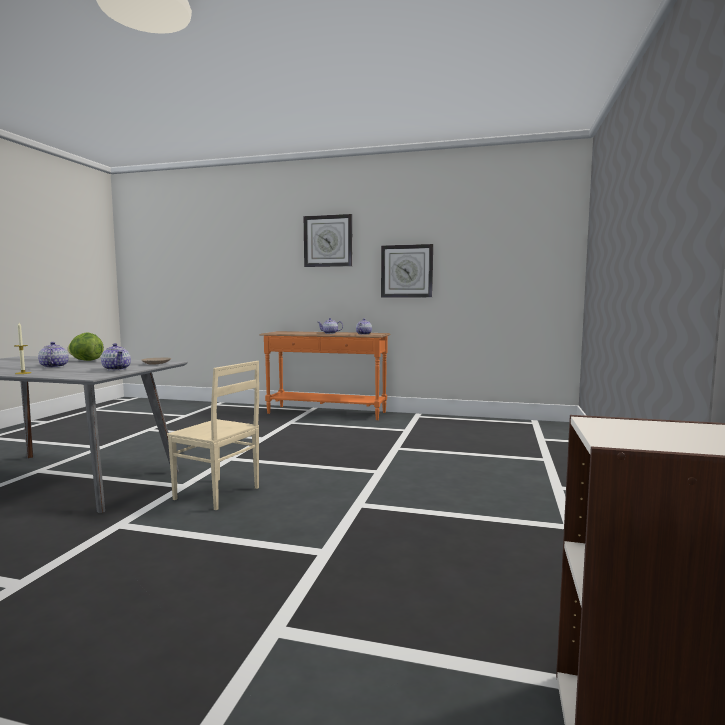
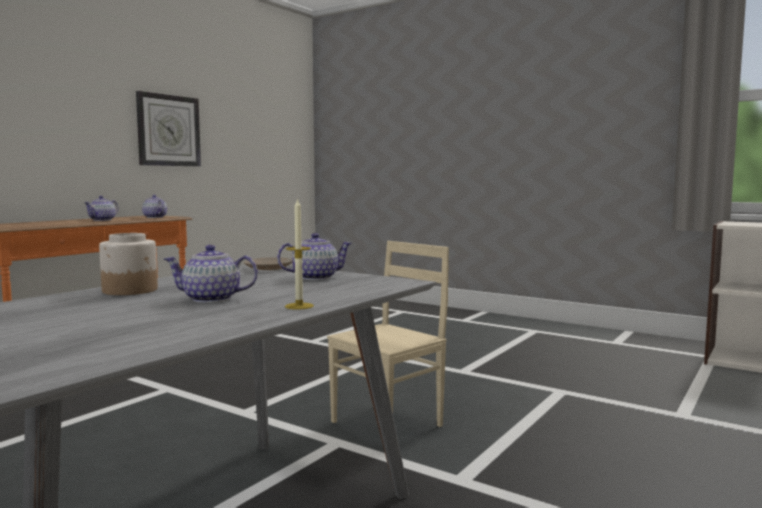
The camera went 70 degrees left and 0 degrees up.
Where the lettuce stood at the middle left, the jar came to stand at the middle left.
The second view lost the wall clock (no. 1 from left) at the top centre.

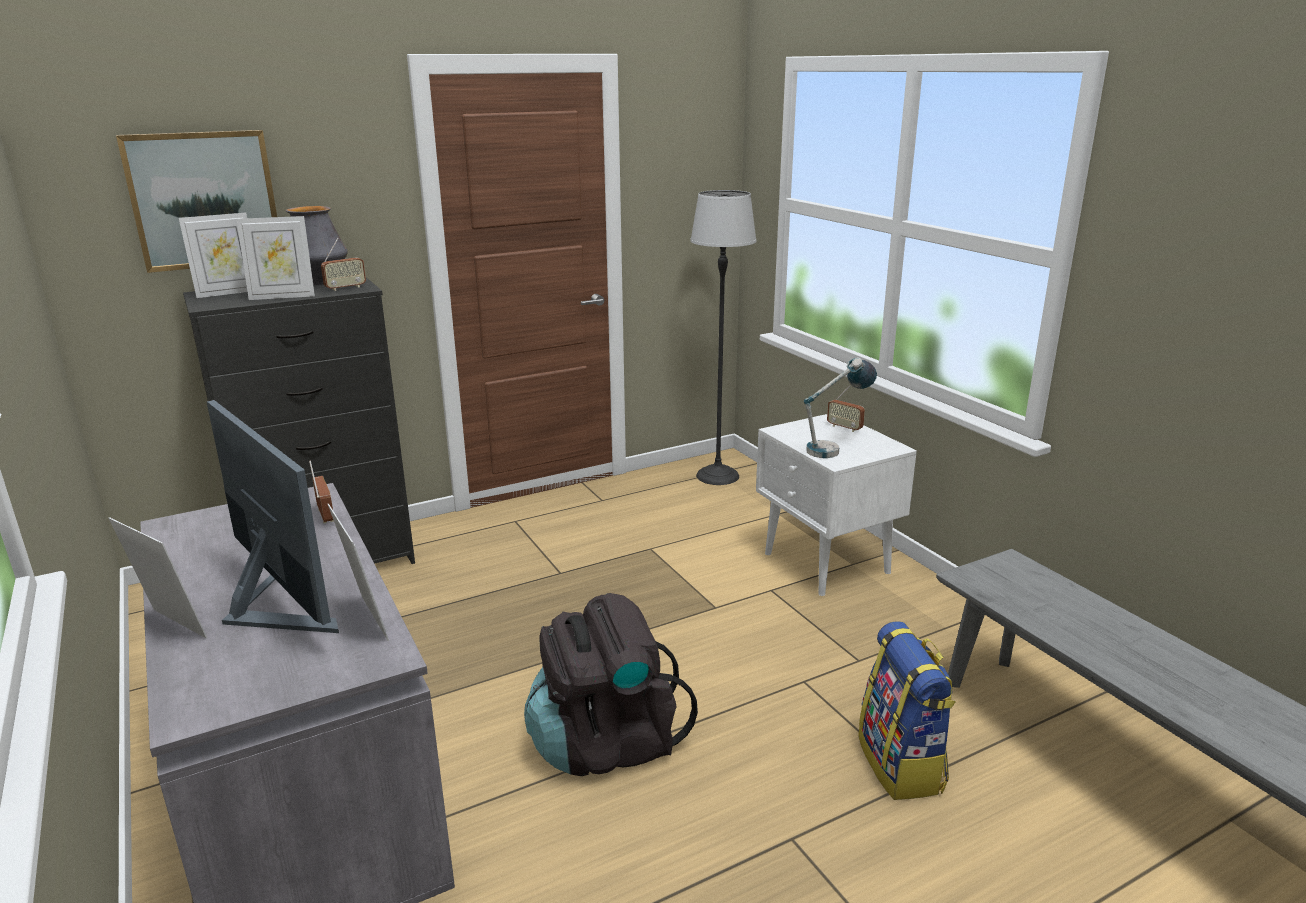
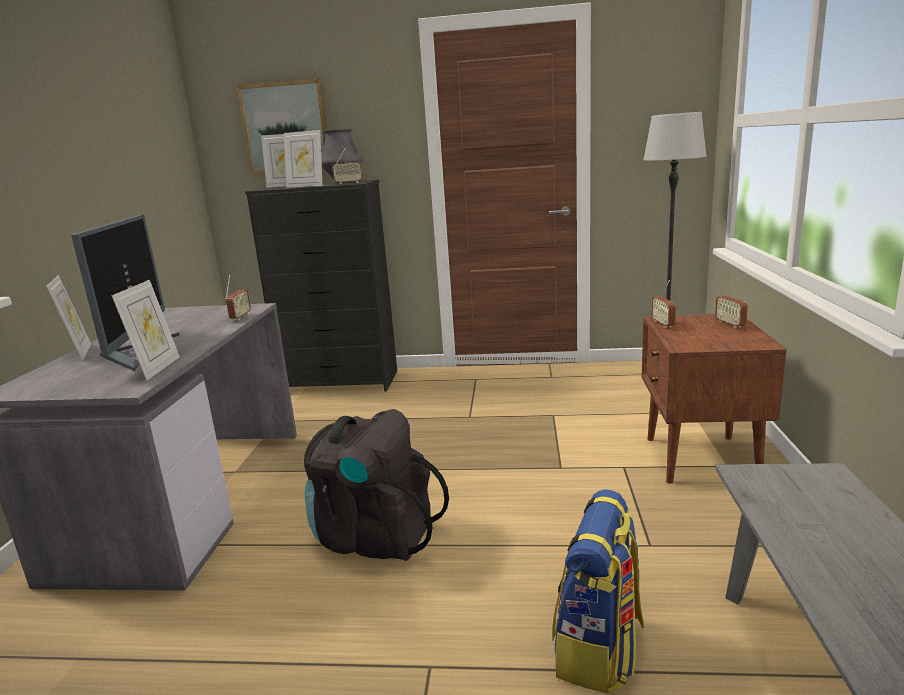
The camera went 35 degrees right and 5 degrees down.
What was the nightstand (white) at the centre turned into the nightstand (brown) at the middle right.
The second view gained the radio (no. 3 from left) at the middle right.
The second view lost the table lamp at the centre.

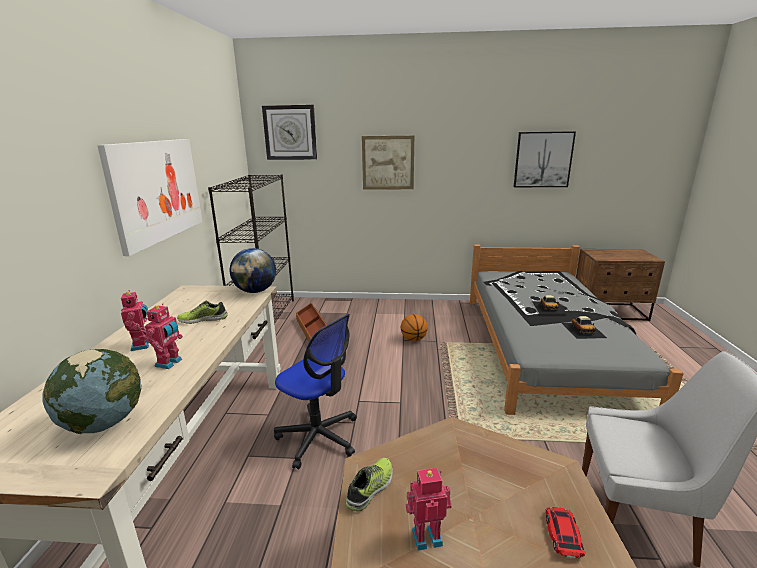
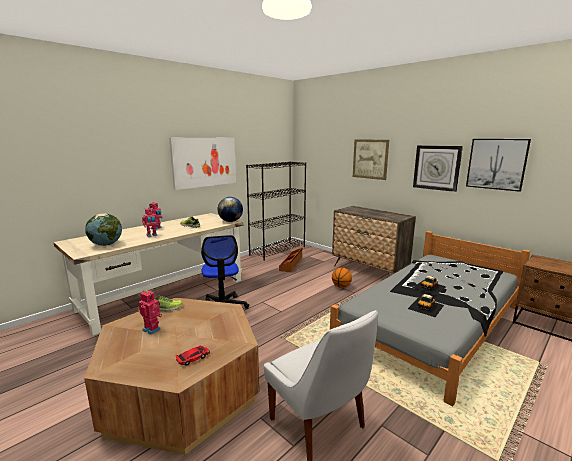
The camera went 40 degrees right and 5 degrees down.
The second view gained the dresser at the centre.
The wall clock ended up elsewhere, having gone from the top centre to the middle right.

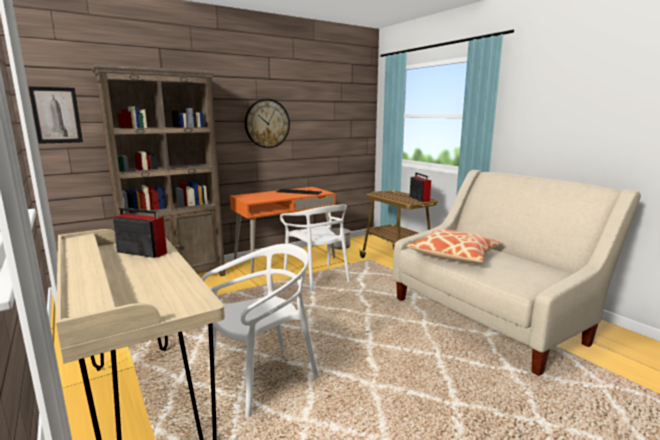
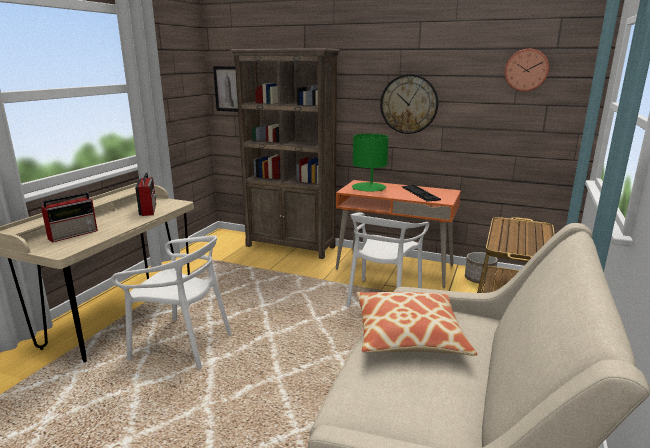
The camera went 55 degrees right and 5 degrees up.
The radio (no. 2 from left in the first image) ended up elsewhere, having gone from the centre to the middle left.
The second view gained the table lamp (green) at the centre.
The second view gained the wall clock (no. 2 from left) at the top right.

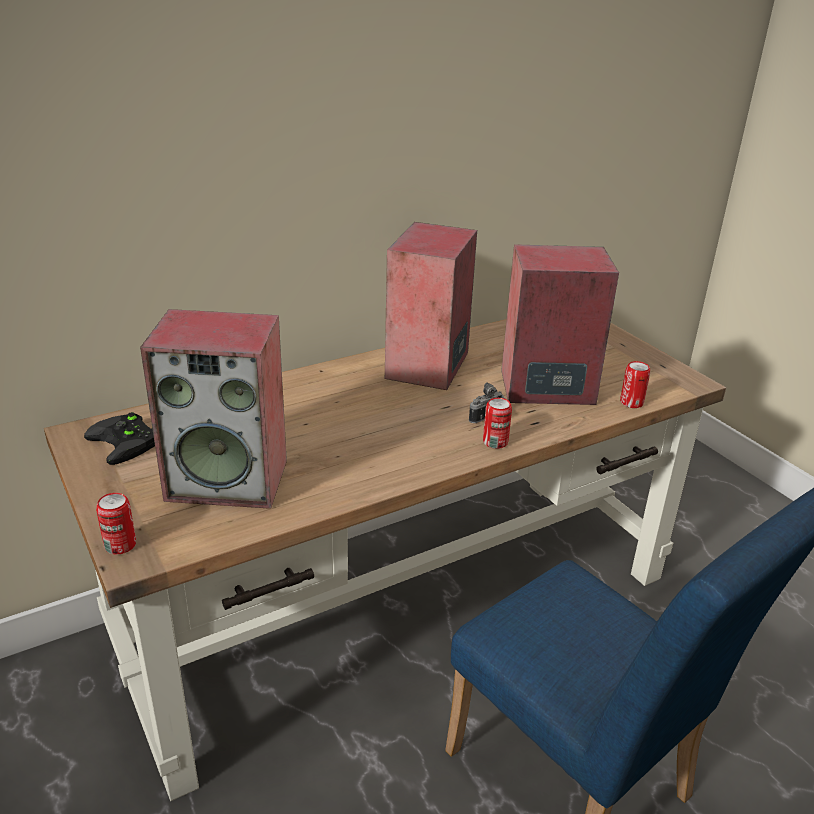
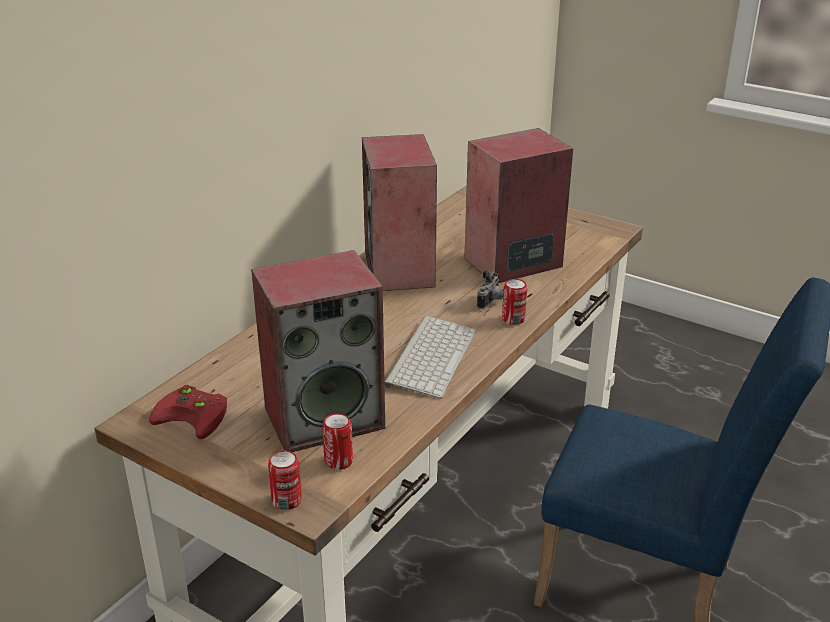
The camera went 25 degrees left and 0 degrees up.
What was the game controller (black) at the middle left turned into the game controller (red) at the middle left.
The can (no. 3 from left in the first image) ended up elsewhere, having gone from the middle right to the bottom centre.
The second view gained the keyboard at the centre.

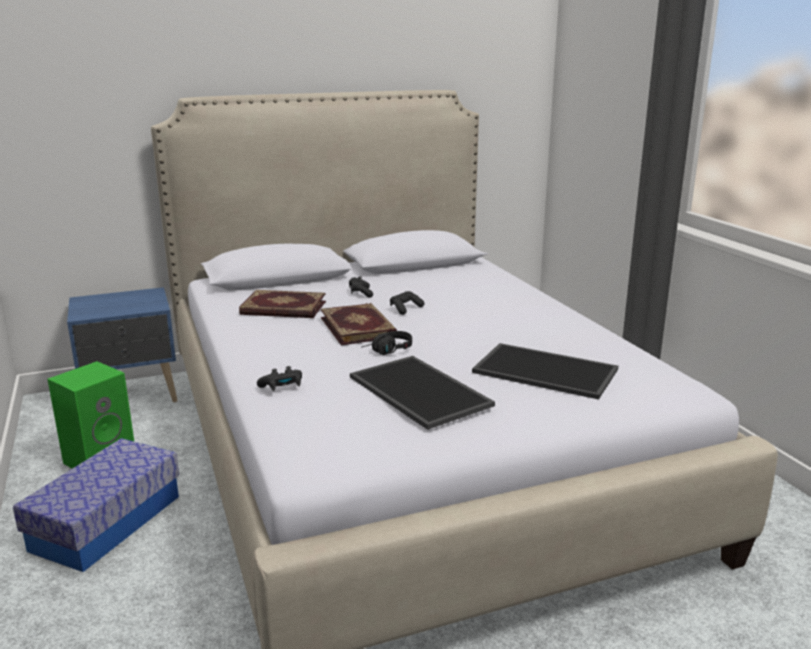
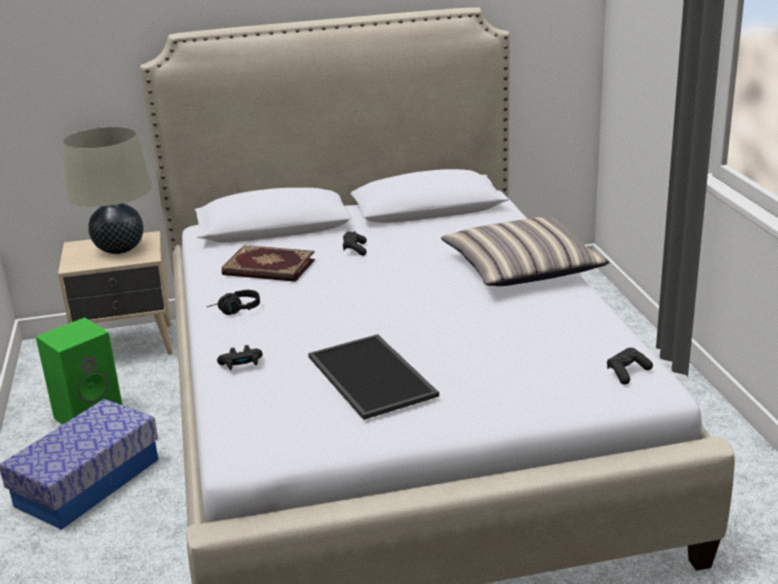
The camera went 10 degrees right and 5 degrees up.
What was the nightstand (blue) at the middle left turned into the nightstand (beige) at the middle left.
The second view gained the table lamp (beige) at the top left.
The headphones (black) ended up elsewhere, having gone from the centre to the middle left.
The second view gained the pillow at the middle right.
The game controller (black) (no. 3 from left) ended up elsewhere, having gone from the centre to the middle right.
The second view lost the book (no. 2 from left) at the centre.
The second view lost the tray (no. 2 from left) at the middle right.

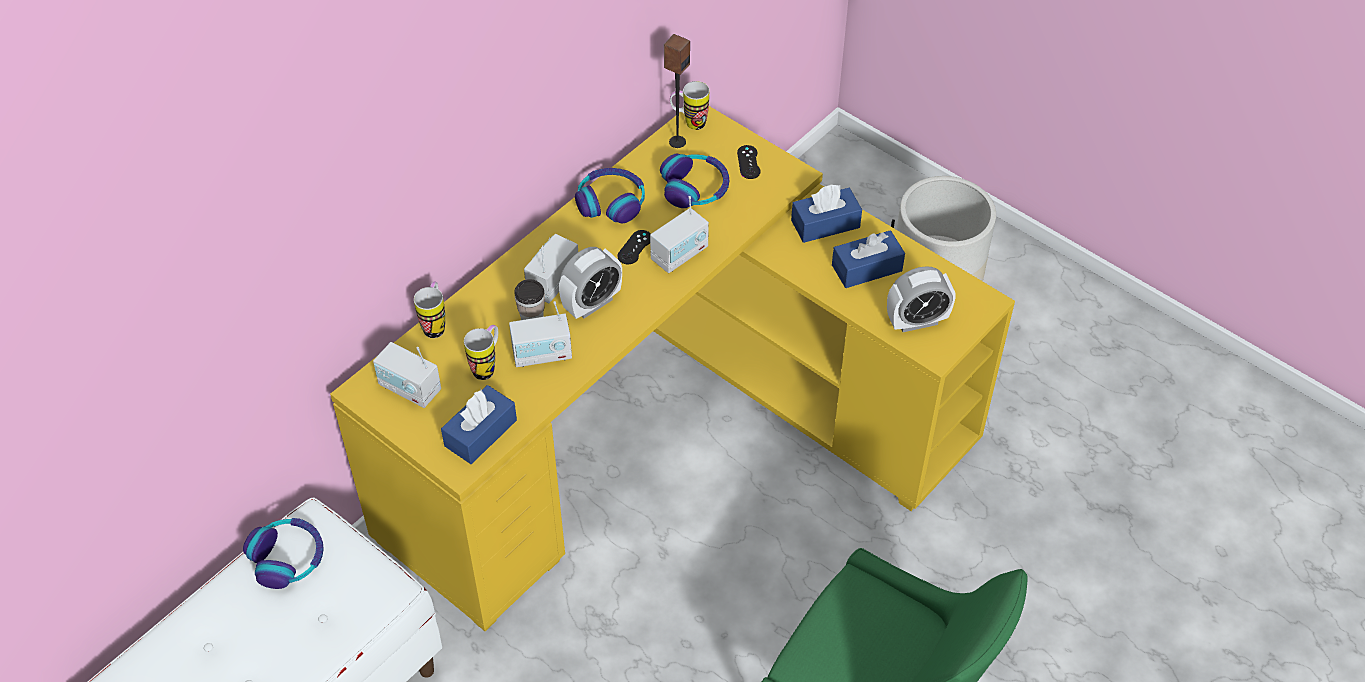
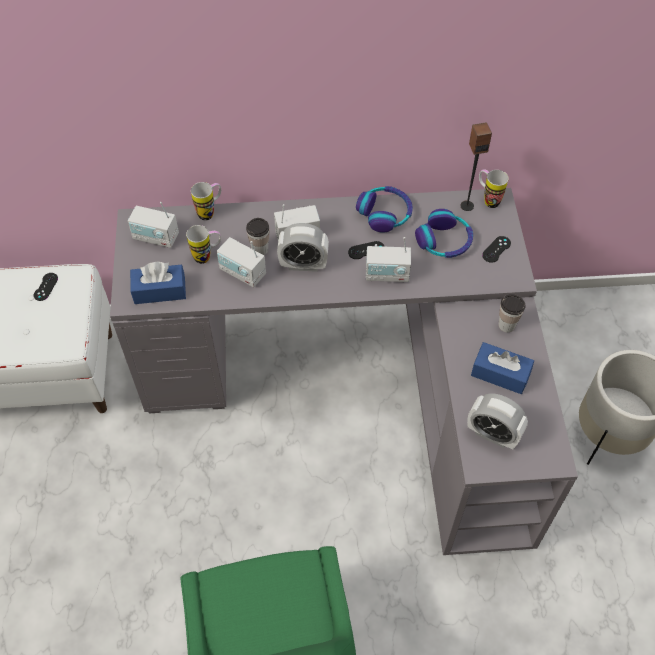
The camera went 45 degrees right and 5 degrees up.
Where the headphones (no. 1 from left) stood at the bottom left, the game controller (black) (no. 1 from left) came to stand at the middle left.
What was the desk (yellow) at the centre turned into the desk (grey) at the centre.
The radio (no. 1 from left) at the middle left ended up facing another way, 60 degrees counterclockwise from before.
Where the tissue box (blue) (no. 2 from left) stood at the top centre, the cup (no. 2 from left) came to stand at the middle right.

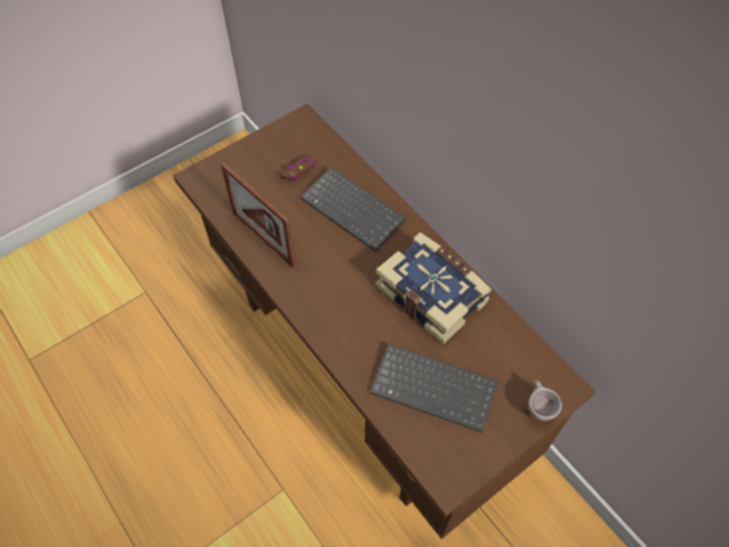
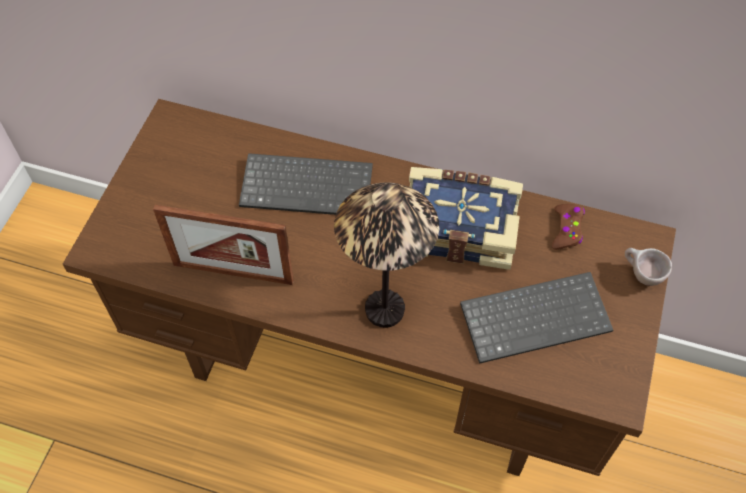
The camera went 35 degrees left and 0 degrees up.
The second view gained the table lamp at the centre.
The game controller (brown) ended up elsewhere, having gone from the top centre to the middle right.

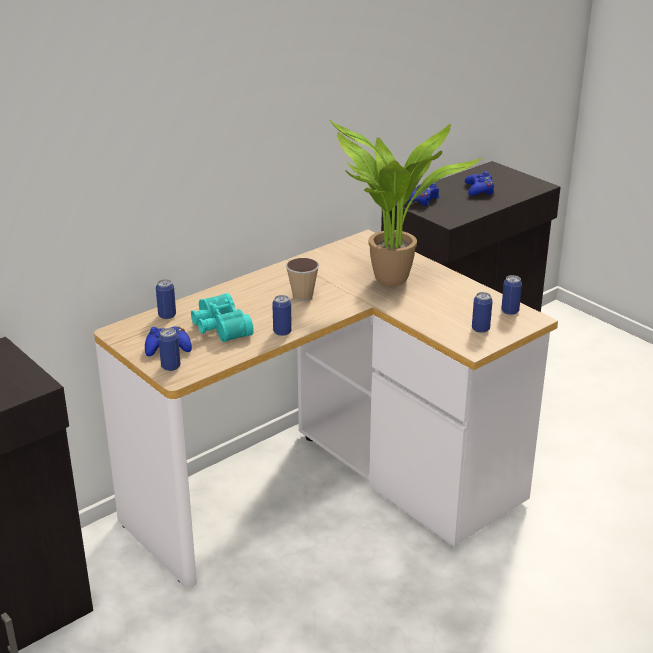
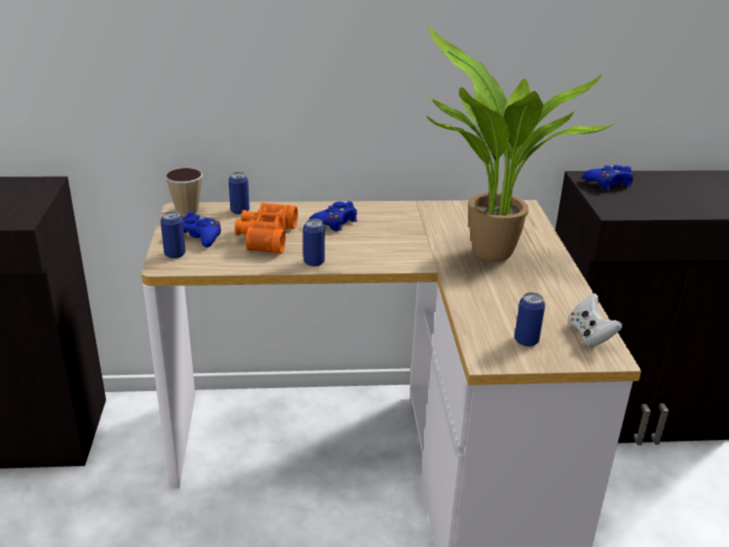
The camera went 35 degrees right and 0 degrees up.
The cup ended up elsewhere, having gone from the centre to the middle left.
What was the binoculars (turquoise) at the centre turned into the binoculars (orange) at the centre.
The game controller (blue) (no. 3 from left in the first image) ended up elsewhere, having gone from the top right to the centre.
Where the can (no. 5 from left) stood at the middle right, the game controller (white) came to stand at the middle right.

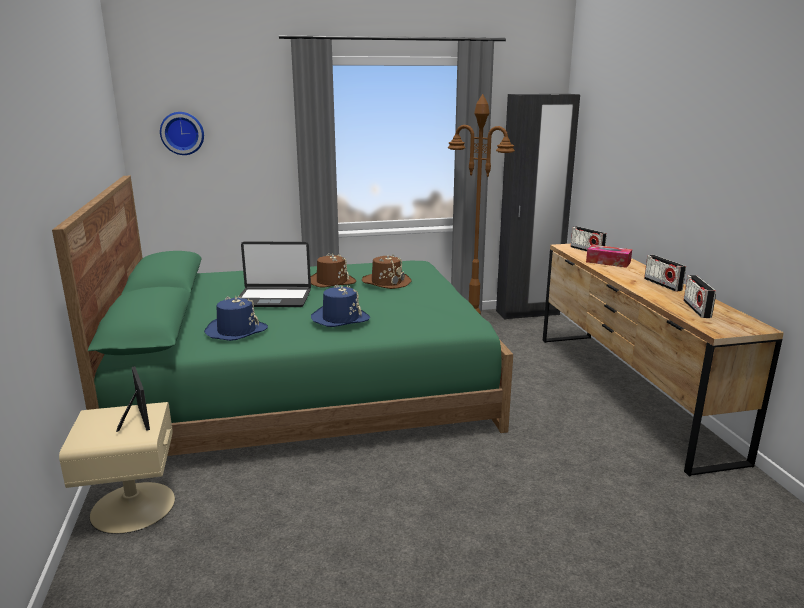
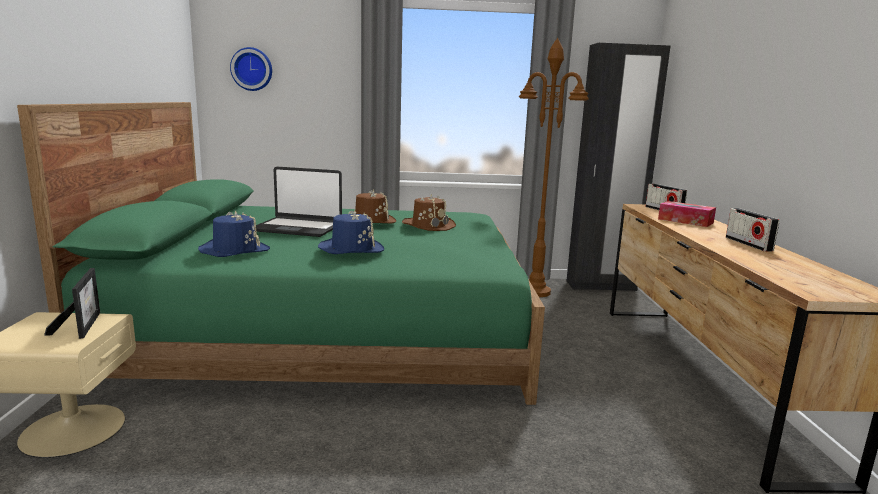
The camera went 10 degrees right and 5 degrees down.
The second view lost the radio (no. 3 from left) at the middle right.

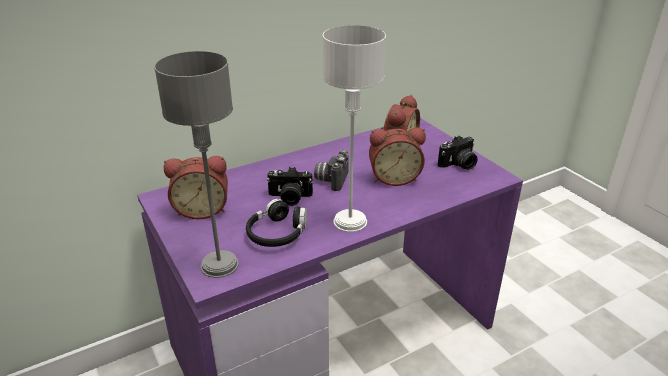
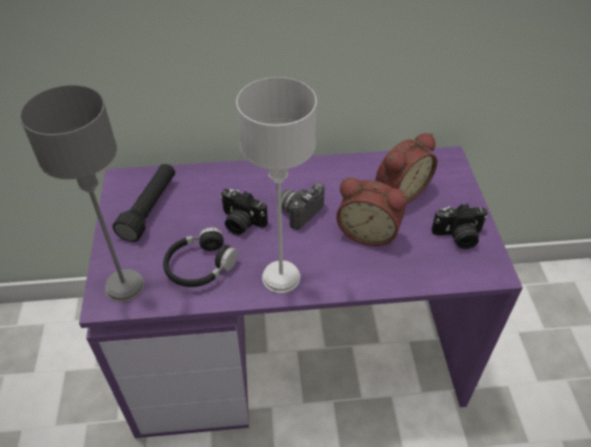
The camera went 25 degrees right and 15 degrees up.
Where the alarm clock (no. 1 from left) stood at the middle left, the flashlight (black) came to stand at the middle left.

